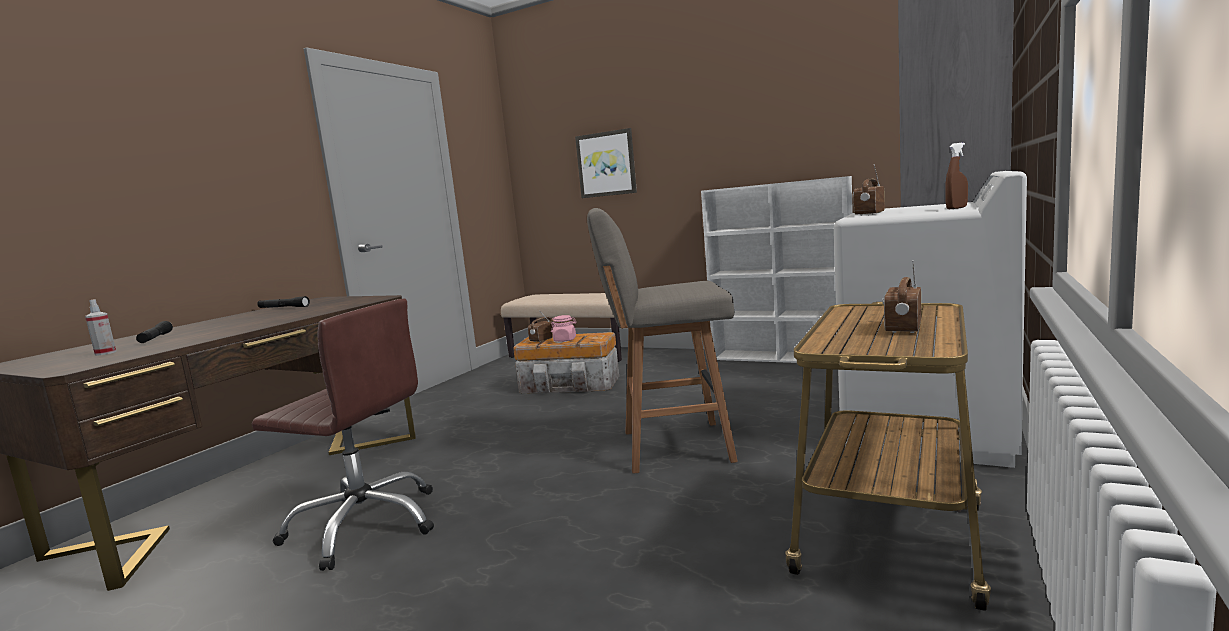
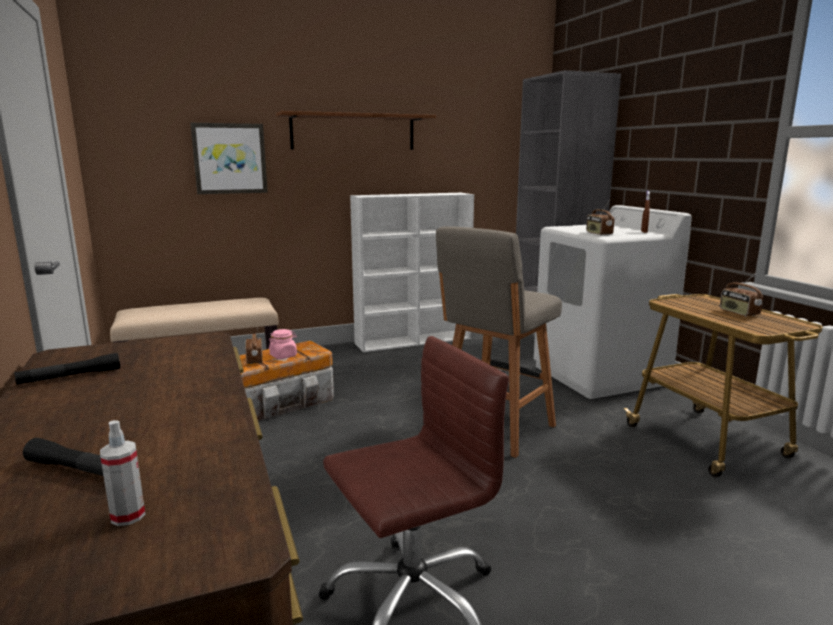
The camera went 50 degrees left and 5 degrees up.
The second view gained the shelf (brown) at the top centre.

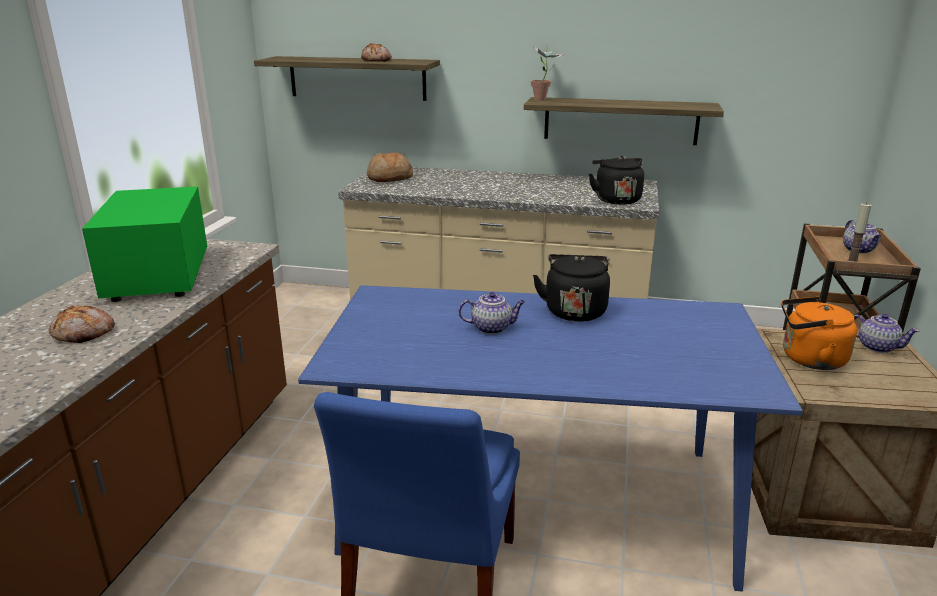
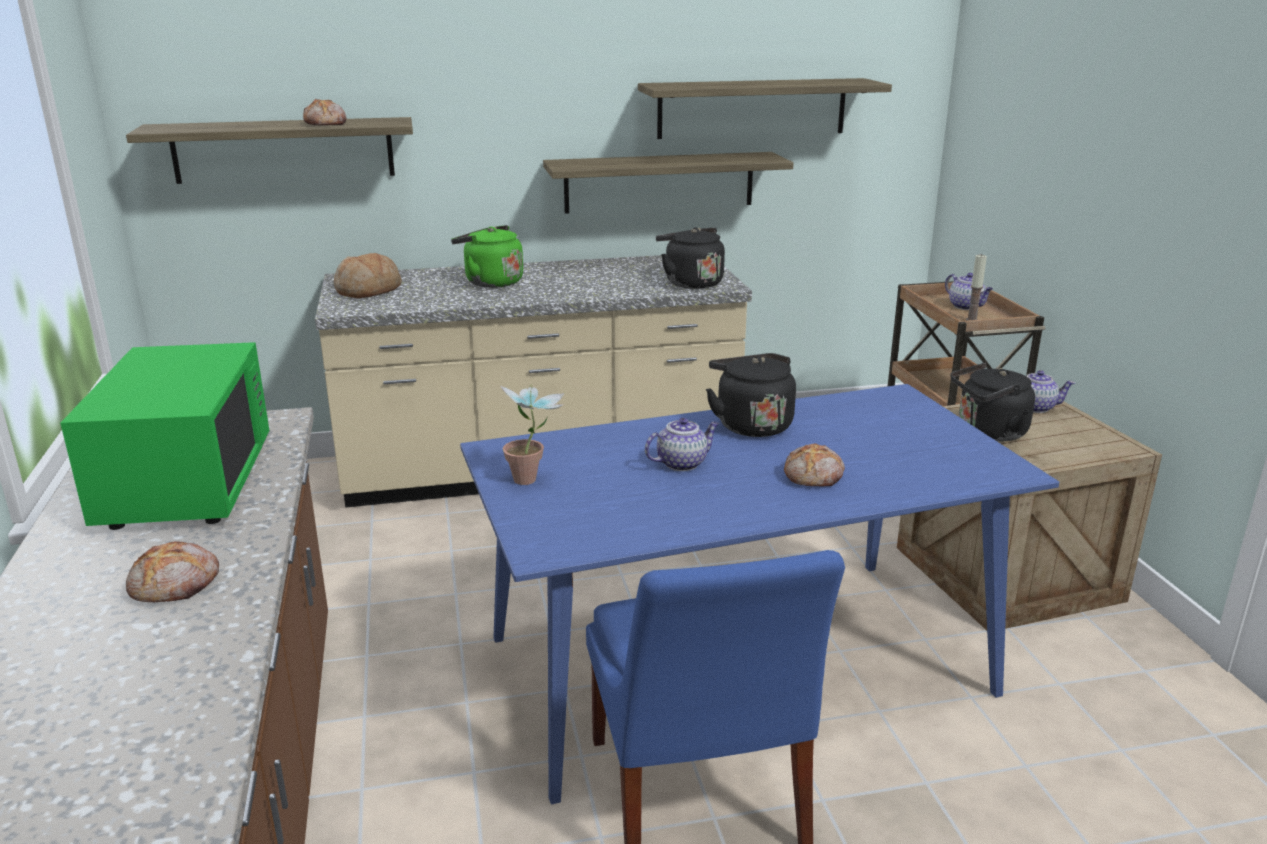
The camera went 25 degrees left and 0 degrees up.
The microwave (green) at the middle left ended up facing another way, 150 degrees counterclockwise from before.
The second view gained the kettle (green) at the top centre.
The potted plant ended up elsewhere, having gone from the top centre to the centre.
The second view gained the shelf (no. 3 from left) at the top centre.
The second view gained the bread (no. 4 from left) at the centre.
What was the kettle (orange) at the middle right turned into the kettle (black) (no. 3 from left) at the middle right.

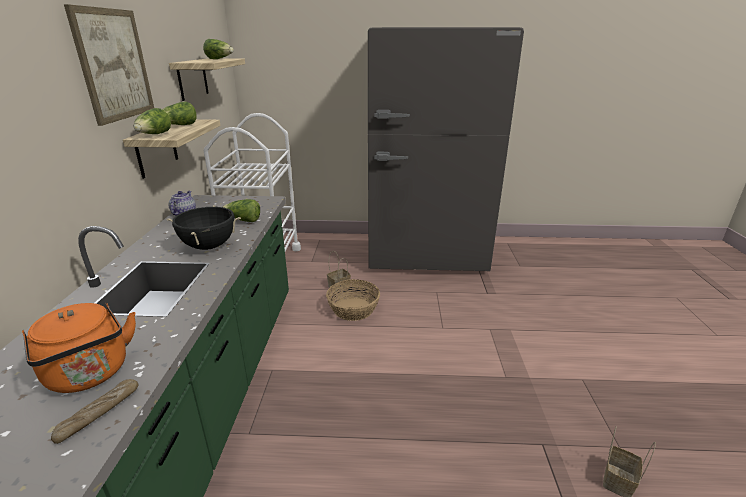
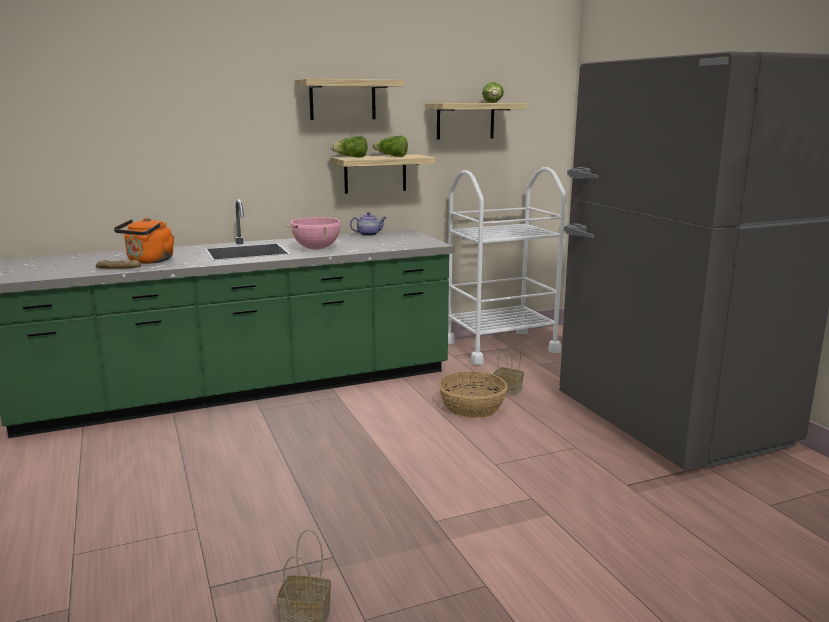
The camera went 65 degrees right and 10 degrees down.
What was the cooking pot (black) at the middle left turned into the cooking pot (pink) at the centre.
Where the picture hung at the top left, the shelf (no. 1 from left) came to hang at the top centre.
The second view lost the lettuce (no. 4 from left) at the middle left.

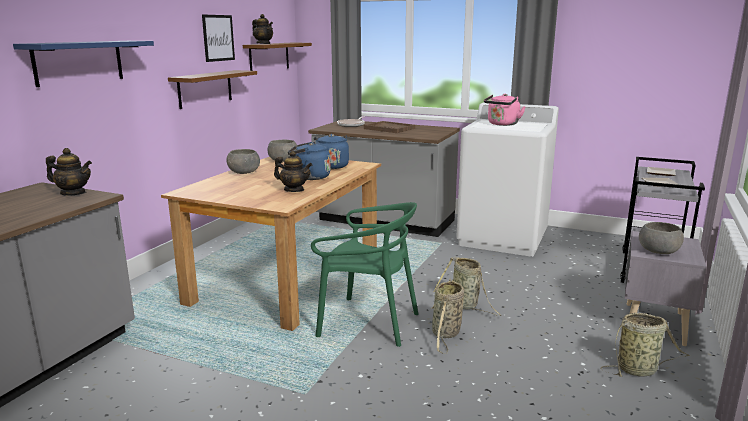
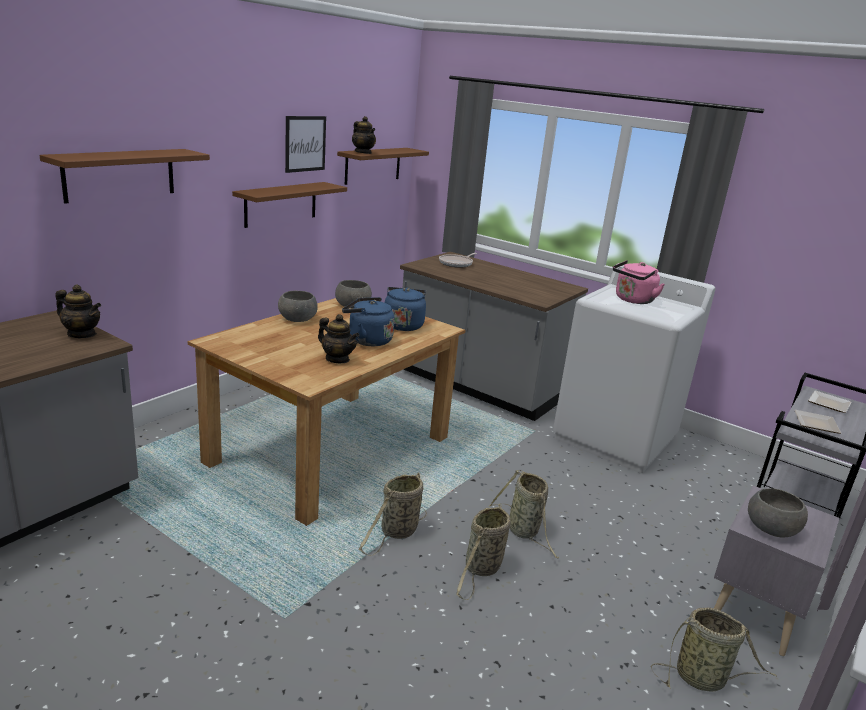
The camera went 10 degrees right and 5 degrees up.
What was the shelf (blue) at the top left turned into the shelf (brown) (no. 1 from left) at the top left.
Where the chair (green) stood at the centre, the basket (no. 1 from left) came to stand at the bottom centre.
The second view lost the tray (brown) at the top centre.

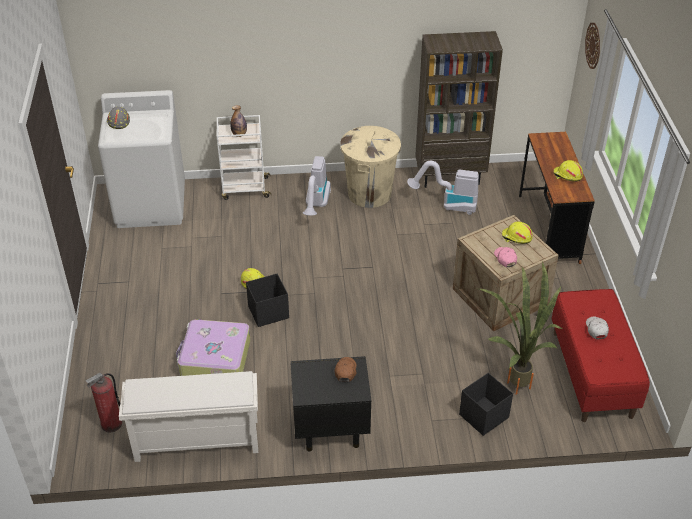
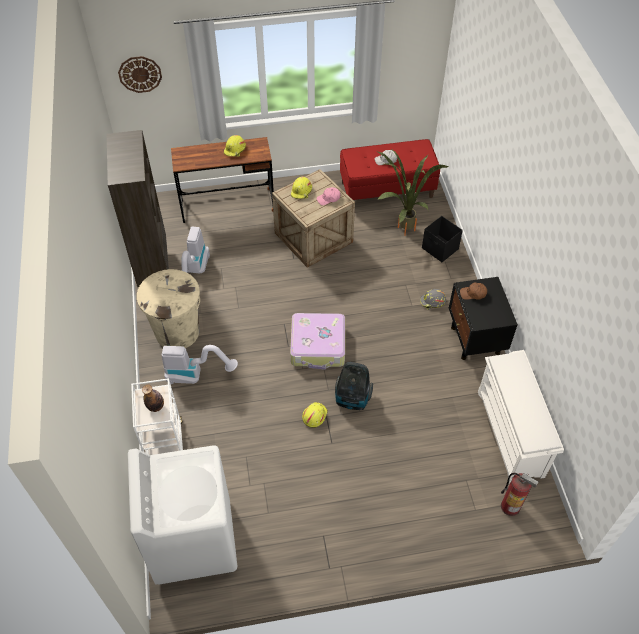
The camera went 95 degrees left and 10 degrees up.
The suitcase ended up elsewhere, having gone from the bottom left to the centre.
Where the storage box (black) (no. 1 from left) stood at the centre, the vacuum cleaner (no. 3 from left) came to stand at the centre.
The hard hat (grey) ended up elsewhere, having gone from the top left to the middle right.

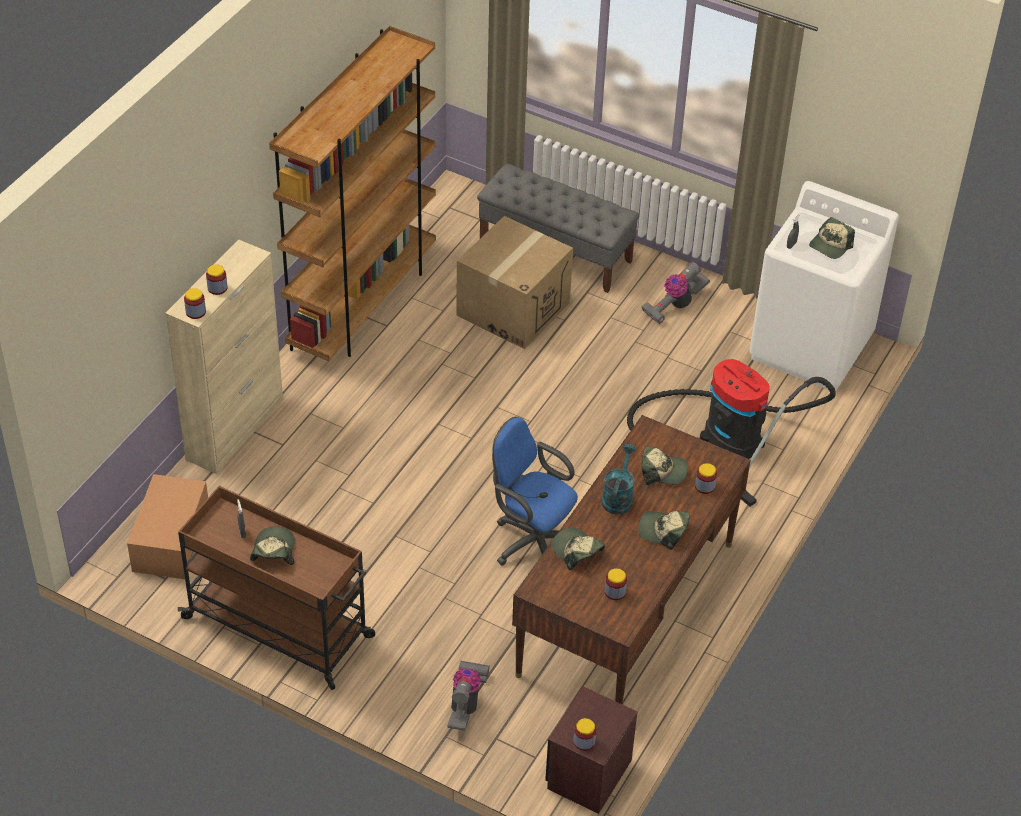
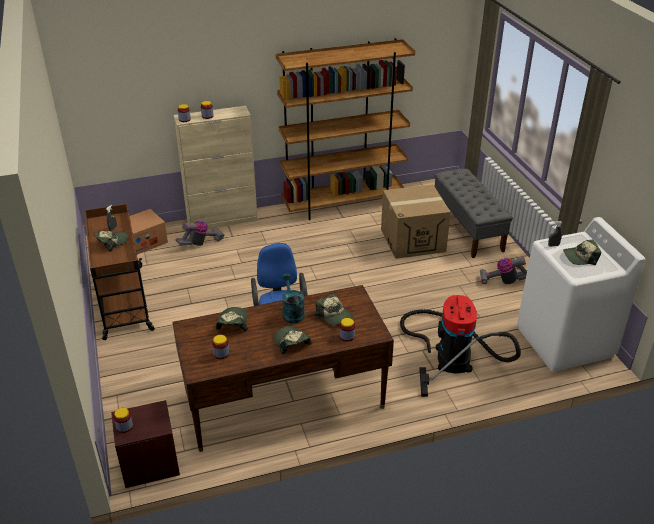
The camera went 45 degrees right and 10 degrees down.
The vacuum cleaner (no. 1 from left) ended up elsewhere, having gone from the bottom centre to the middle left.
The watering can (turquoise) at the centre ended up facing another way, 75 degrees counterclockwise from before.

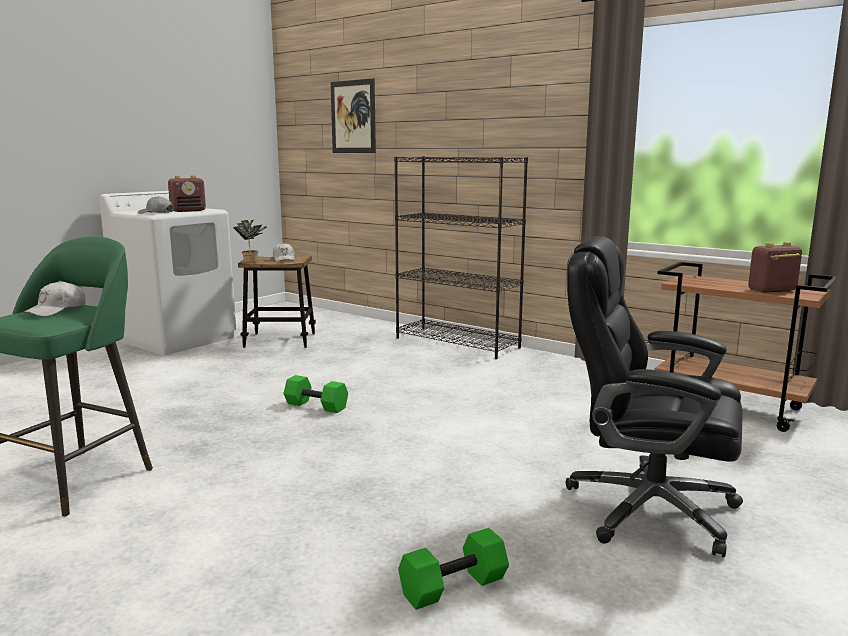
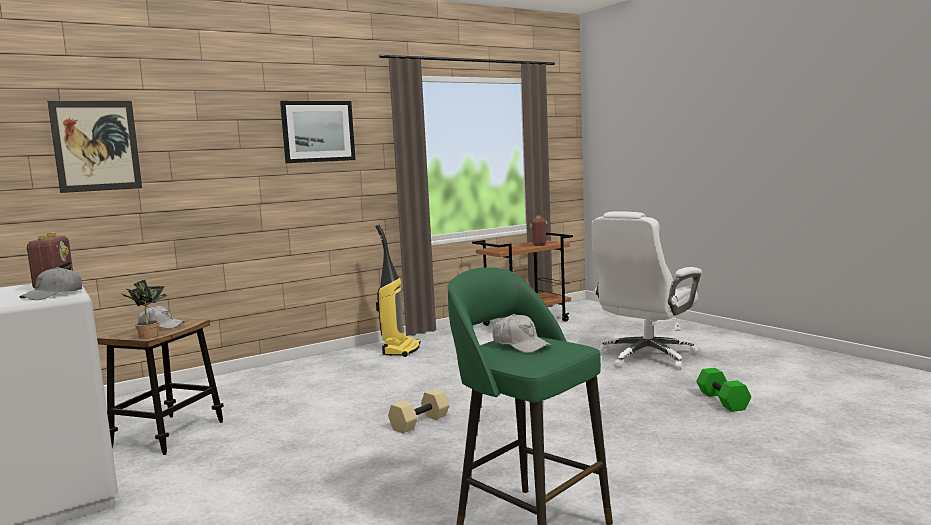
The camera went 70 degrees left and 5 degrees down.
The second view gained the picture (no. 2 from left) at the top centre.
The second view gained the vacuum cleaner at the centre.
What was the dumbbell (green) (no. 1 from left) at the centre turned into the dumbbell (beige) at the bottom centre.
What was the office chair (black) at the middle right turned into the office chair (white) at the middle right.
The second view lost the bookcase (black) at the centre.

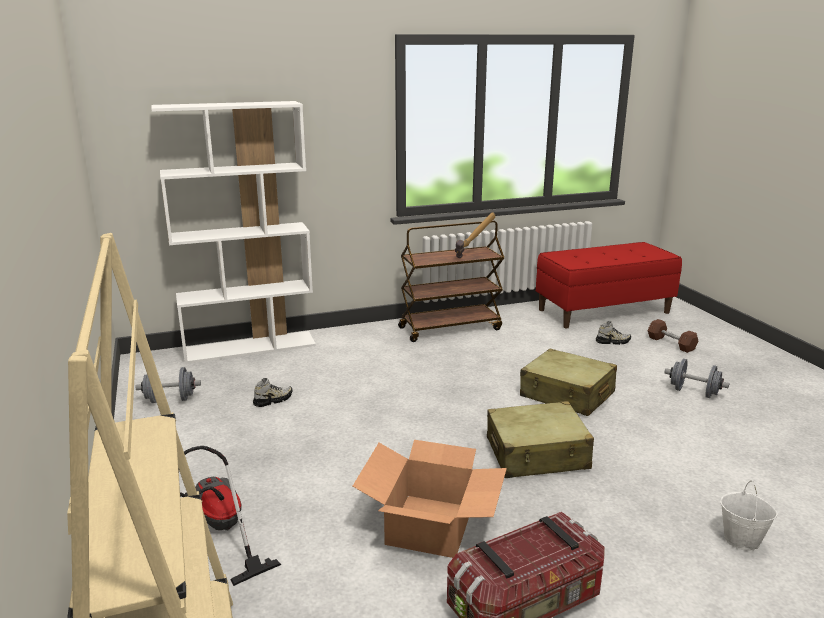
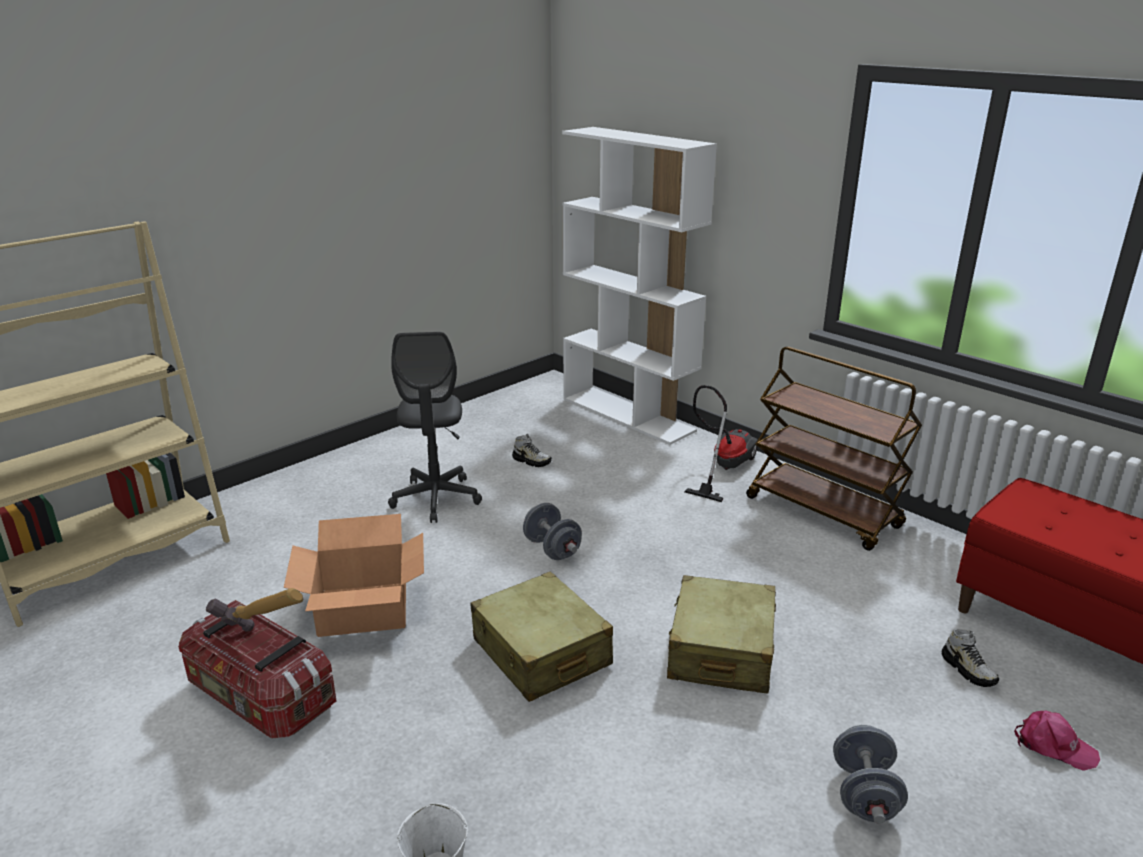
The camera went 65 degrees right and 5 degrees up.
The hammer ended up elsewhere, having gone from the centre to the bottom left.
The second view gained the office chair (grey) at the centre.
The dumbbell (grey) (no. 1 from left) ended up elsewhere, having gone from the middle left to the centre.
The vacuum cleaner ended up elsewhere, having gone from the bottom left to the centre.
Where the dumbbell (brown) stood at the middle right, the cap (pink) came to stand at the bottom right.

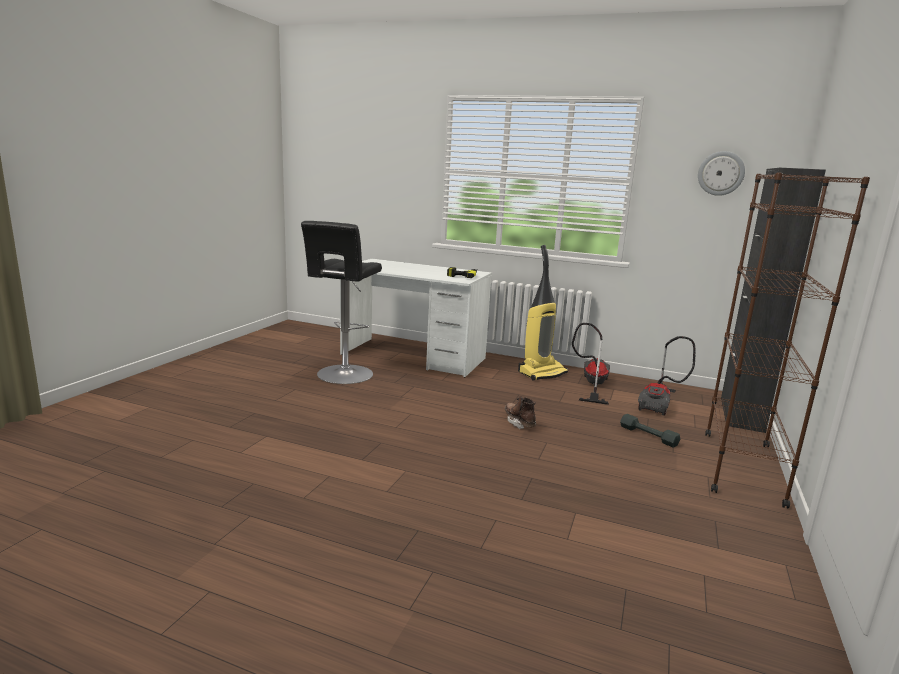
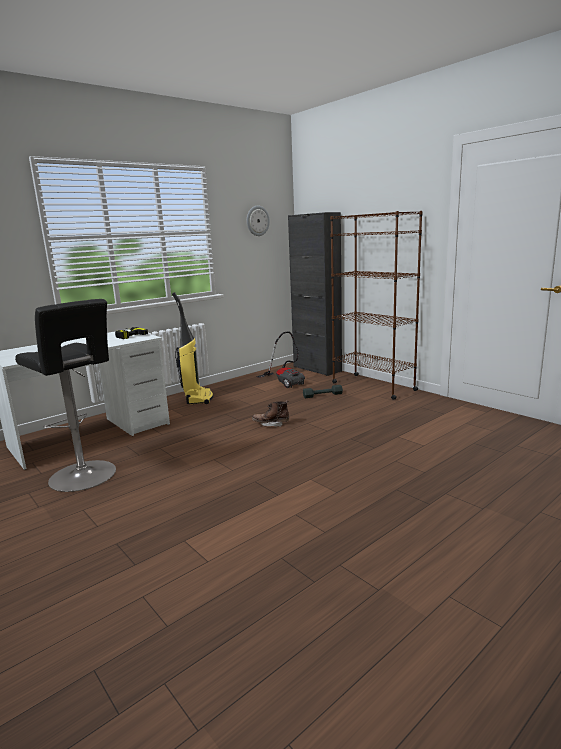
The camera went 60 degrees left and 0 degrees up.
The second view lost the vacuum cleaner (no. 2 from left) at the centre.

